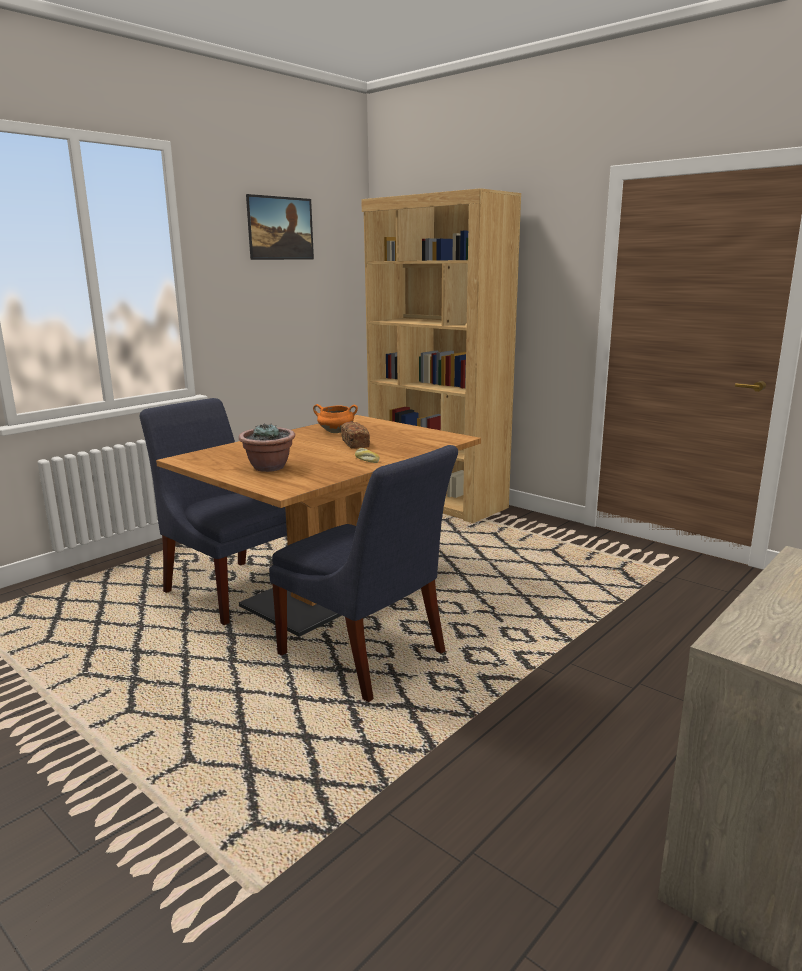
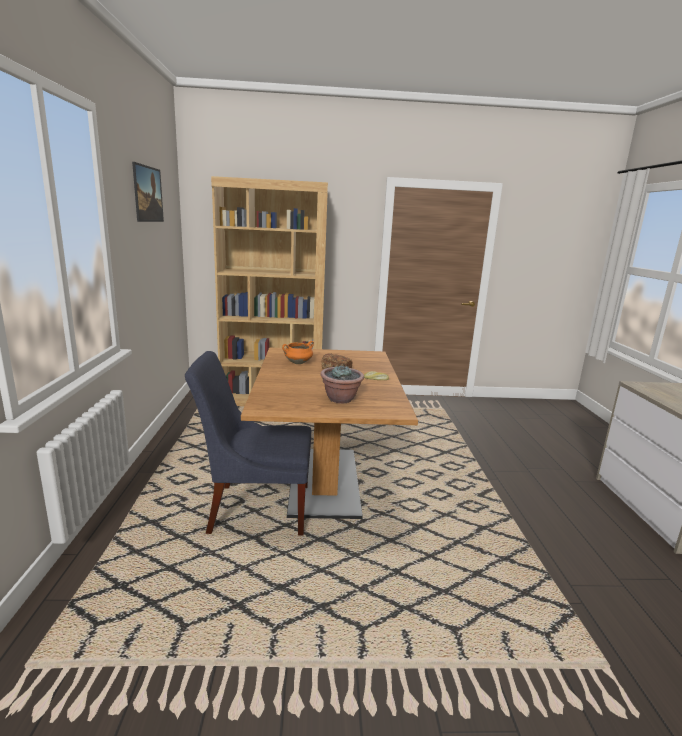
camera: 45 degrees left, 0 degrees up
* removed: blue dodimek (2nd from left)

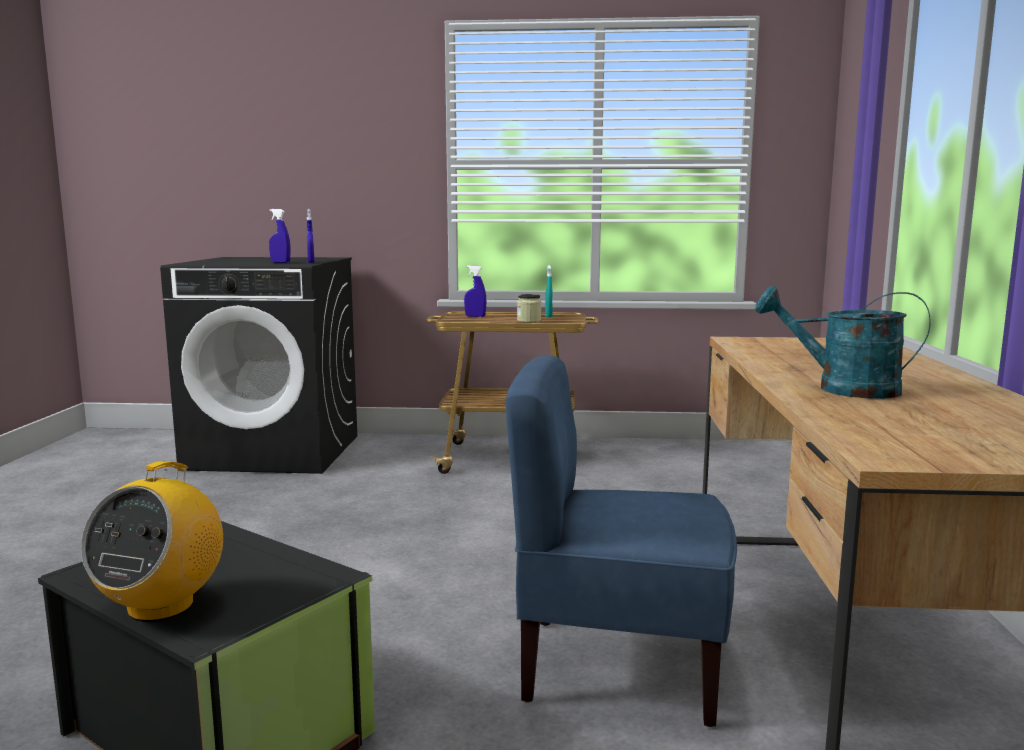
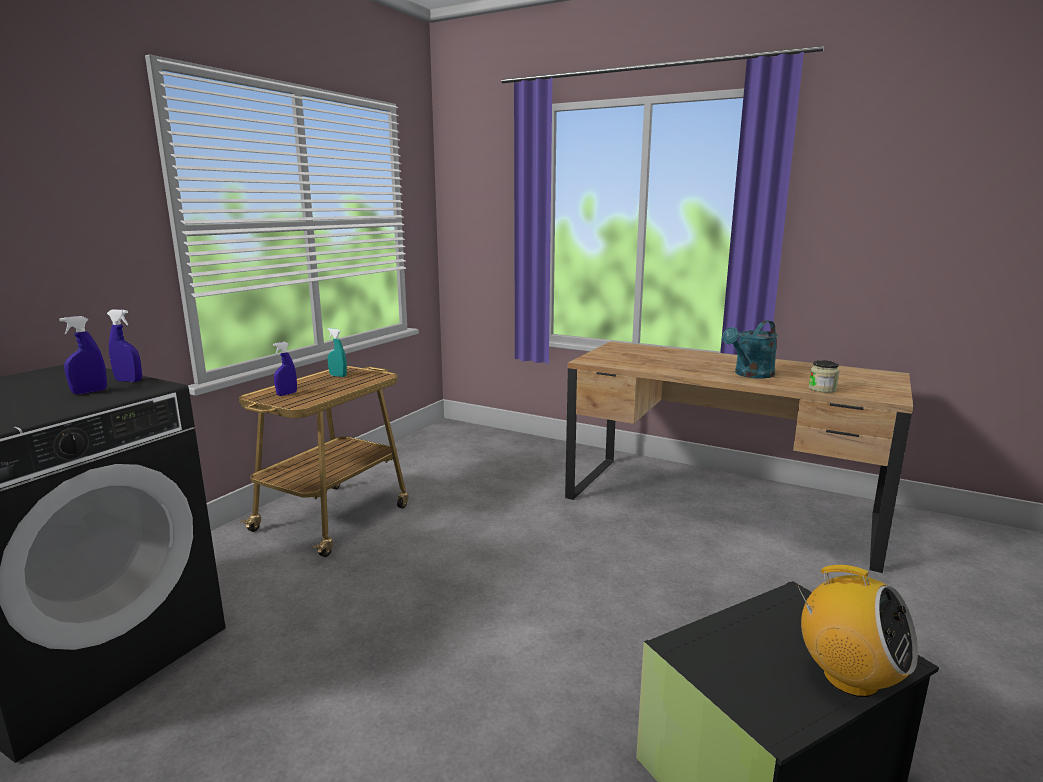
camera: 65 degrees left, 5 degrees up
* moved: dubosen
* removed: blue dodimek

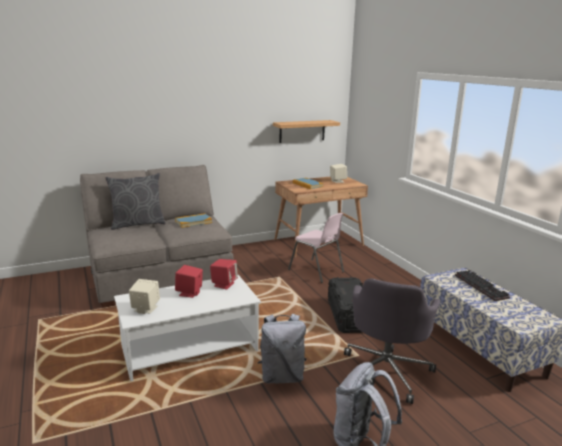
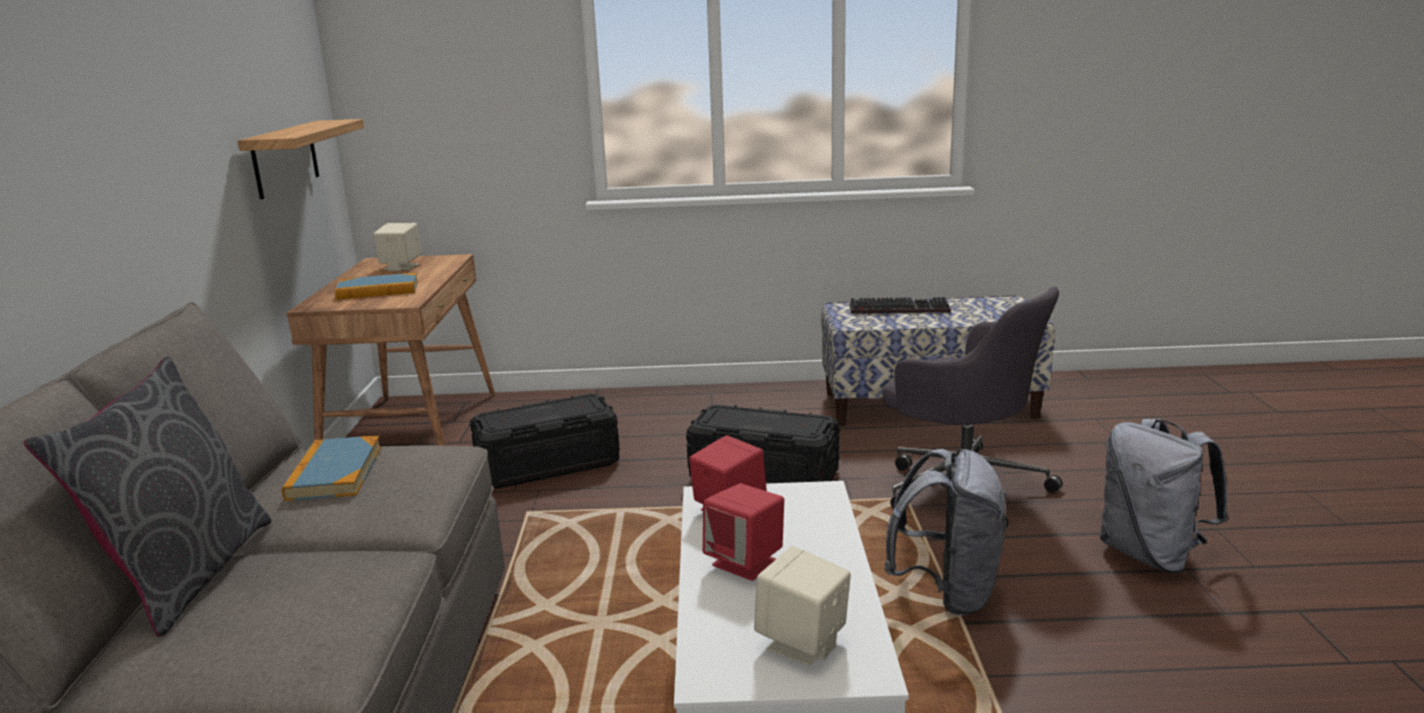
camera: 65 degrees left, 0 degrees up
* replaced: pink dodimek to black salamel (1st from left)

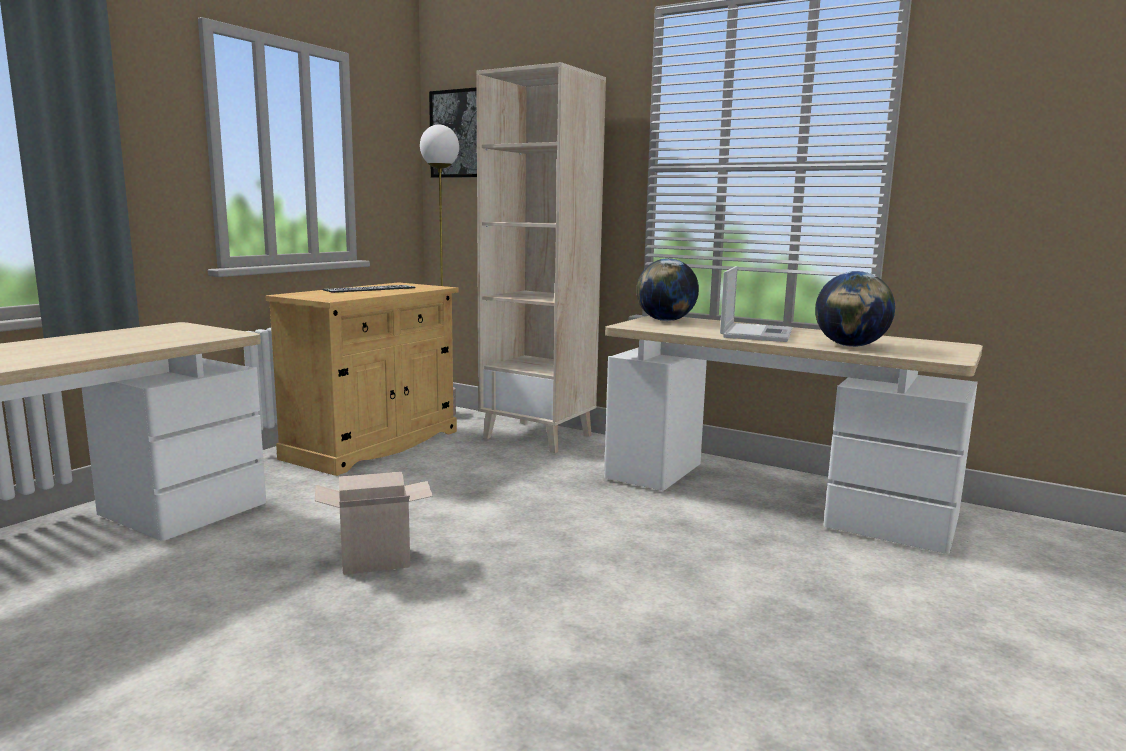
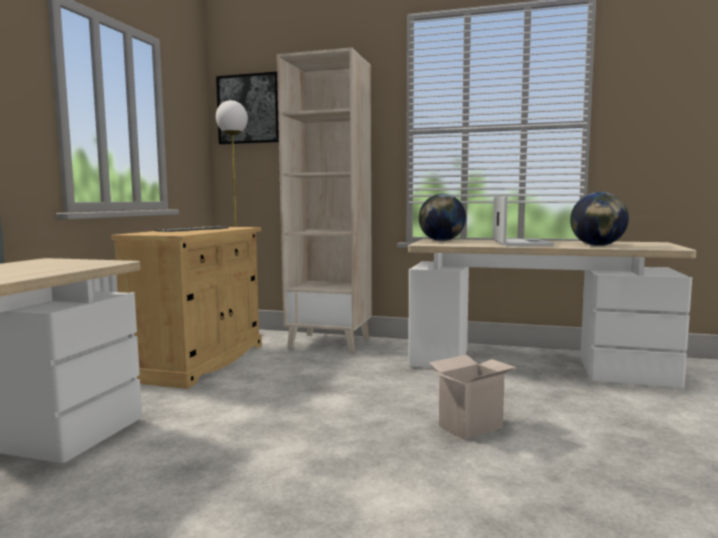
camera: 15 degrees left, 5 degrees down
* moved: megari

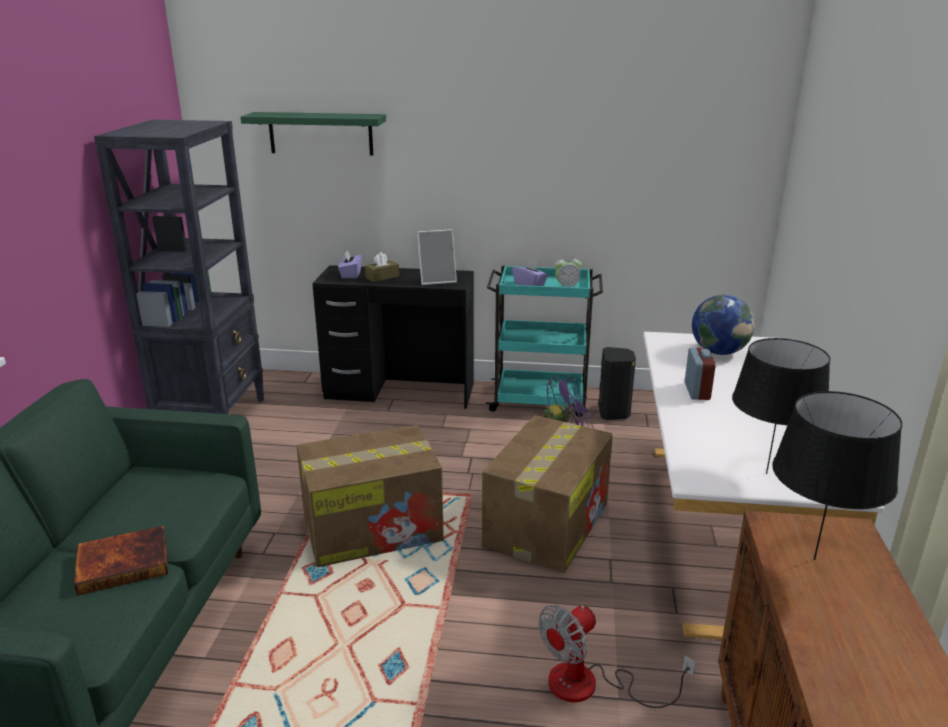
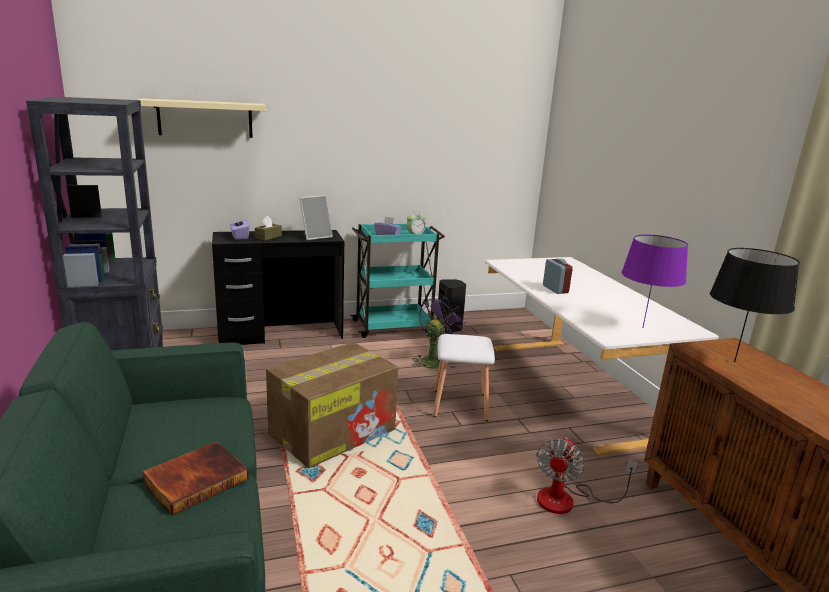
camera: 25 degrees left, 5 degrees down
* recoloured: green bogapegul to beige bogapegul
* replaced: megari (2nd from left) to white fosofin
* recoloured: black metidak (1st from left) to purple metidak
* removed: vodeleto

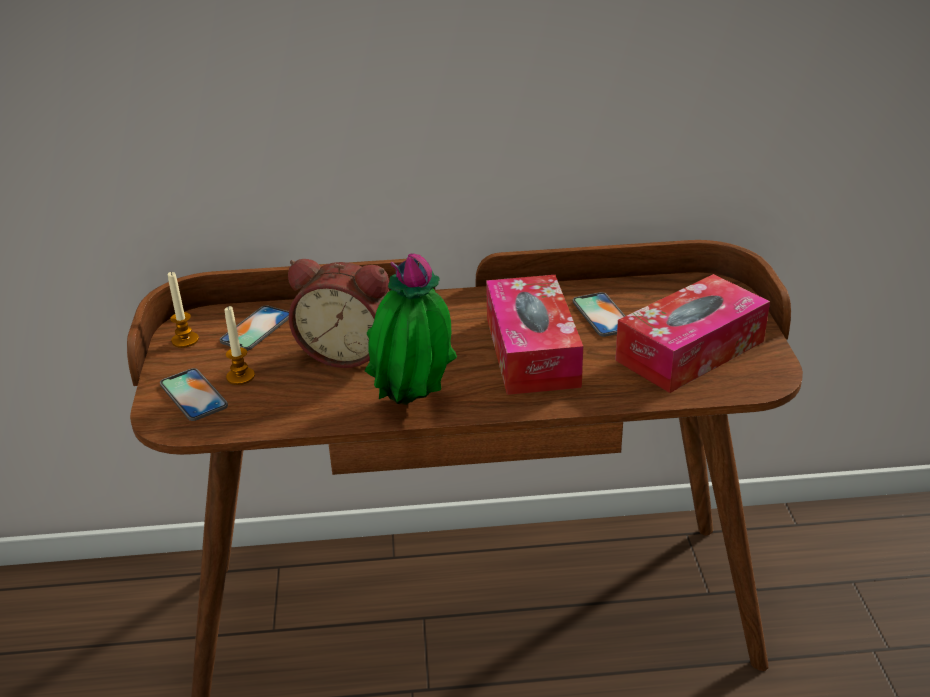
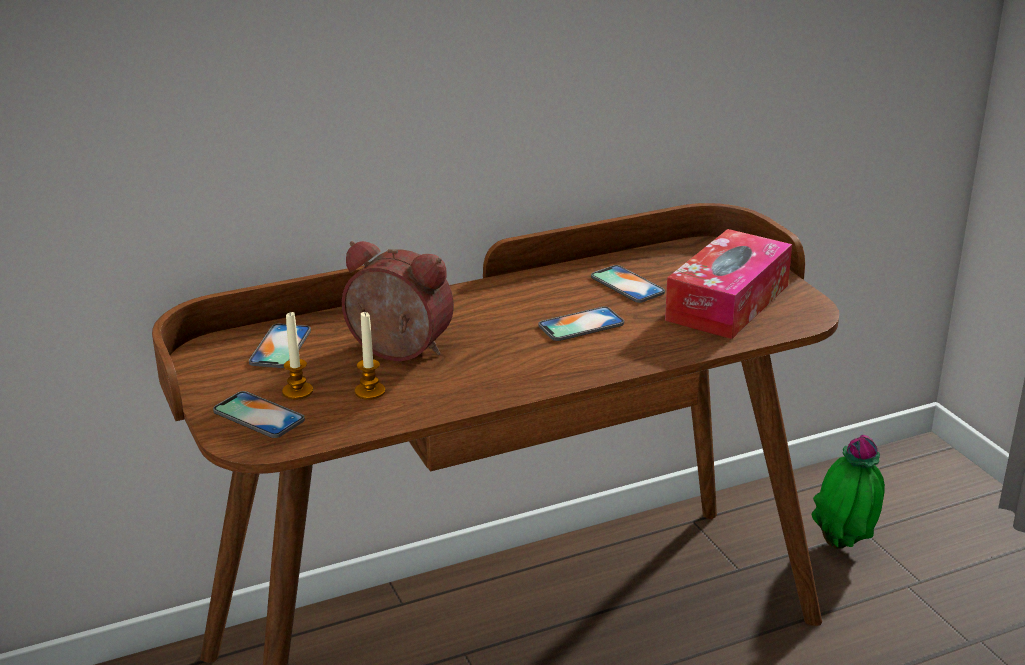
camera: 20 degrees left, 5 degrees down
* turned: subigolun 150 degrees counterclockwise
* moved: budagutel (1st from left in the first image) to budagutel (2nd from left)
* replaced: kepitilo (1st from left) to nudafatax (3rd from left)
* moved: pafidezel

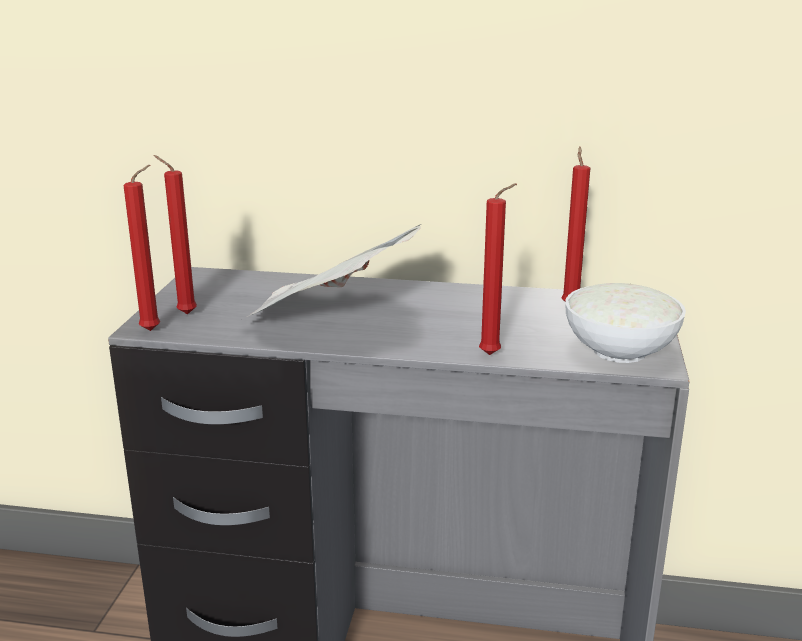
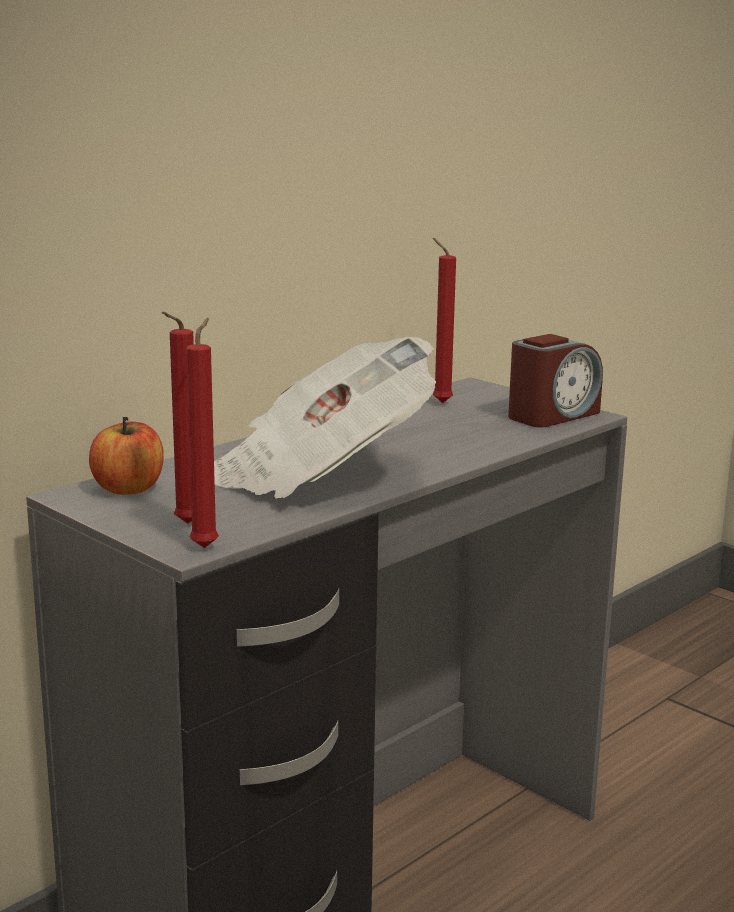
camera: 55 degrees left, 5 degrees down
* added: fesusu
* replaced: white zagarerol to subigolun
* removed: red budagutel (3rd from left)

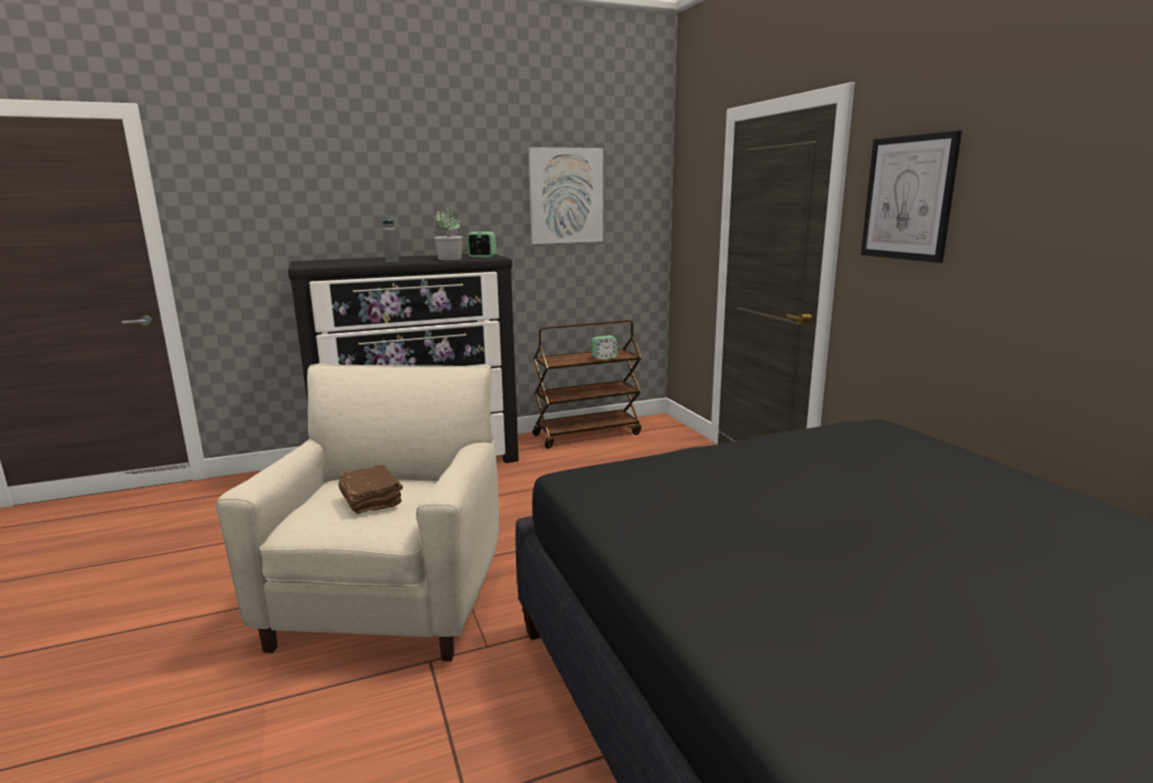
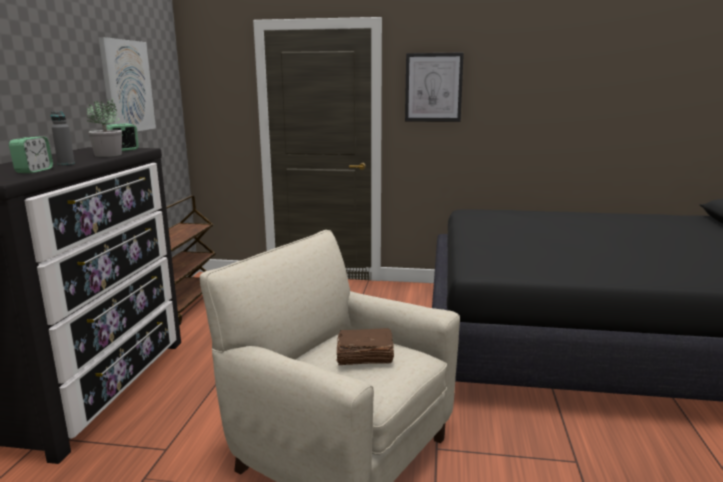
camera: 60 degrees left, 0 degrees up
* moved: subigolun (2nd from left in the first image) to subigolun (1st from left)

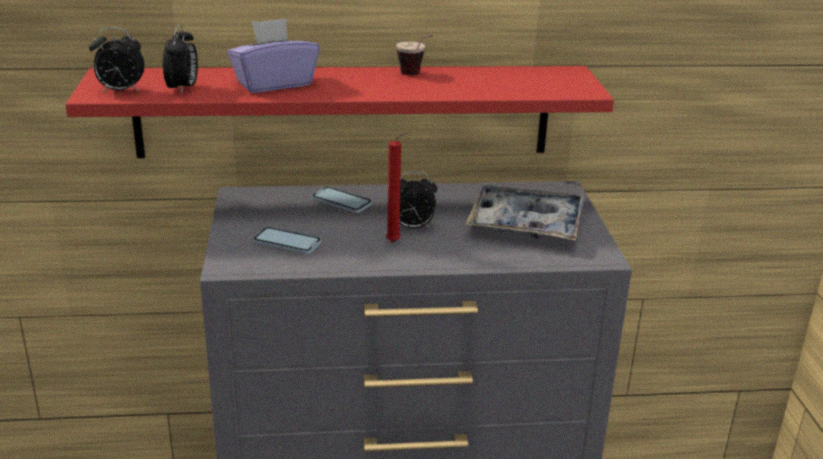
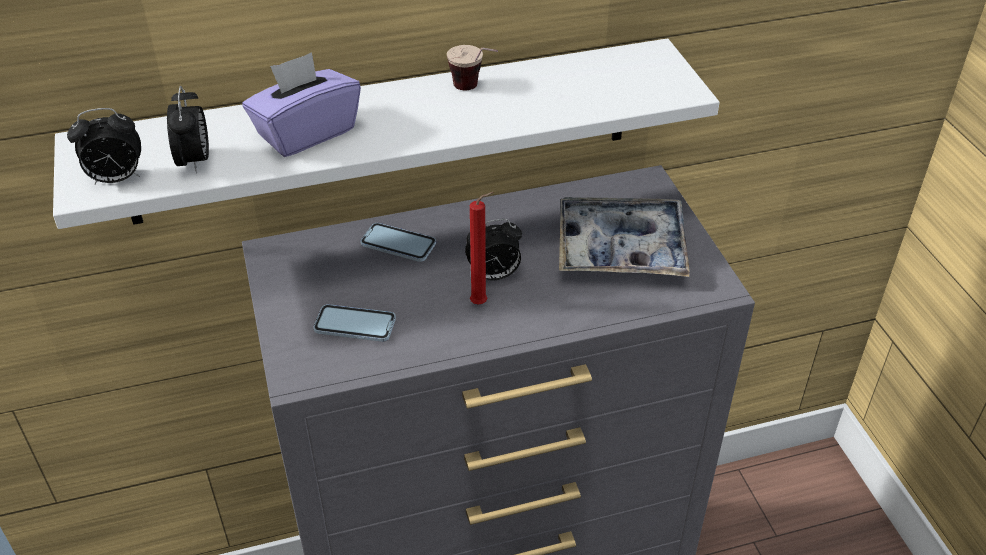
camera: 10 degrees left, 15 degrees up
* recoloured: red bogapegul to white bogapegul

